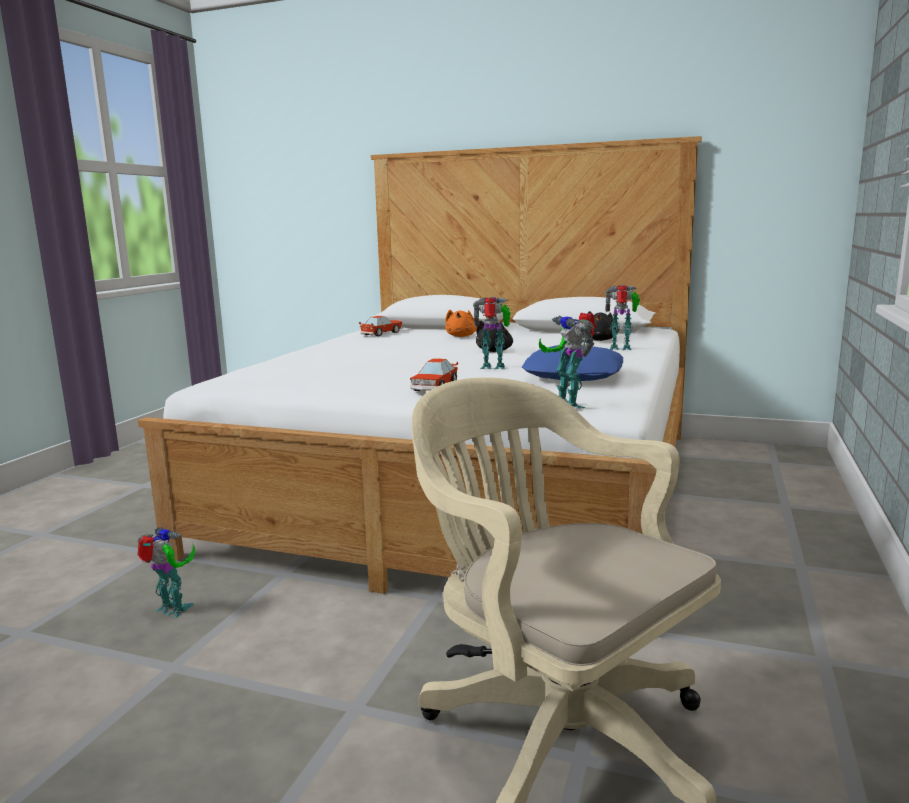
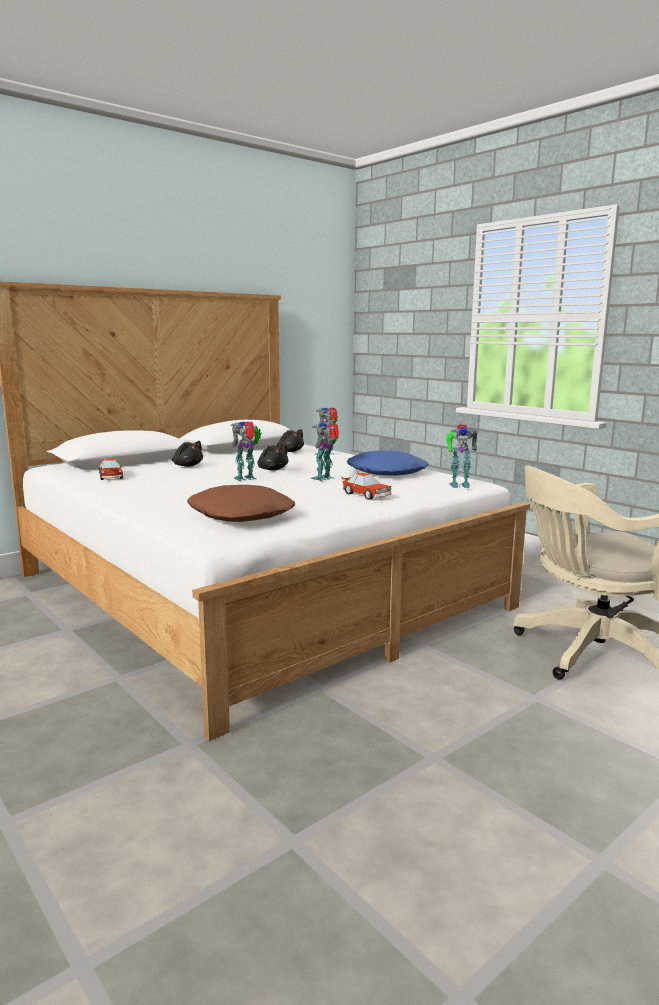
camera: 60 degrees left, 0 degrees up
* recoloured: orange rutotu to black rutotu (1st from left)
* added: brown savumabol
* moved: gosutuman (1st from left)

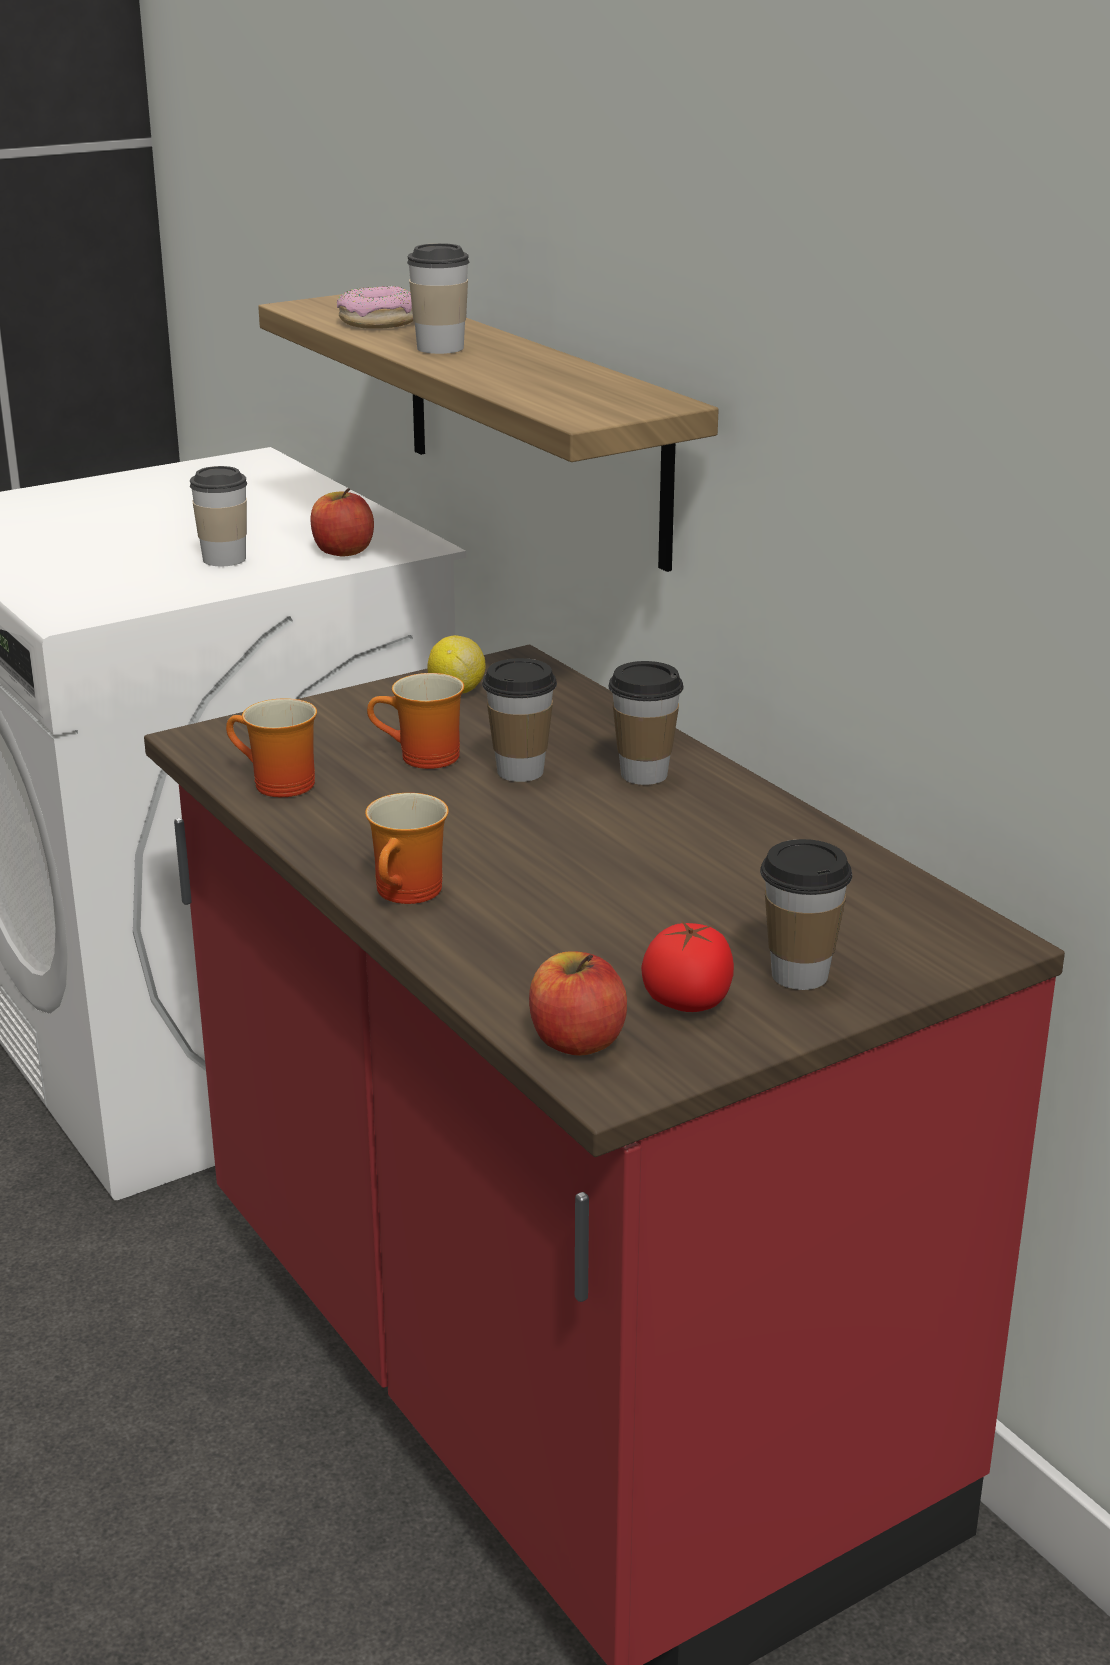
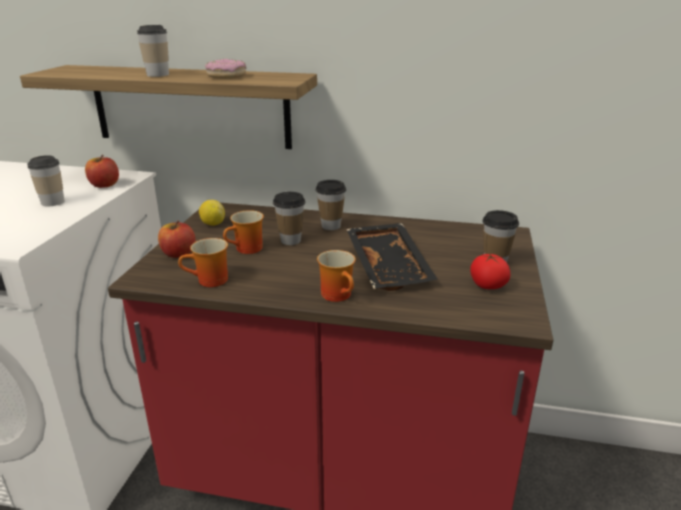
camera: 45 degrees left, 0 degrees up
* moved: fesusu (2nd from left)
* moved: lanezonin
* added: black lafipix

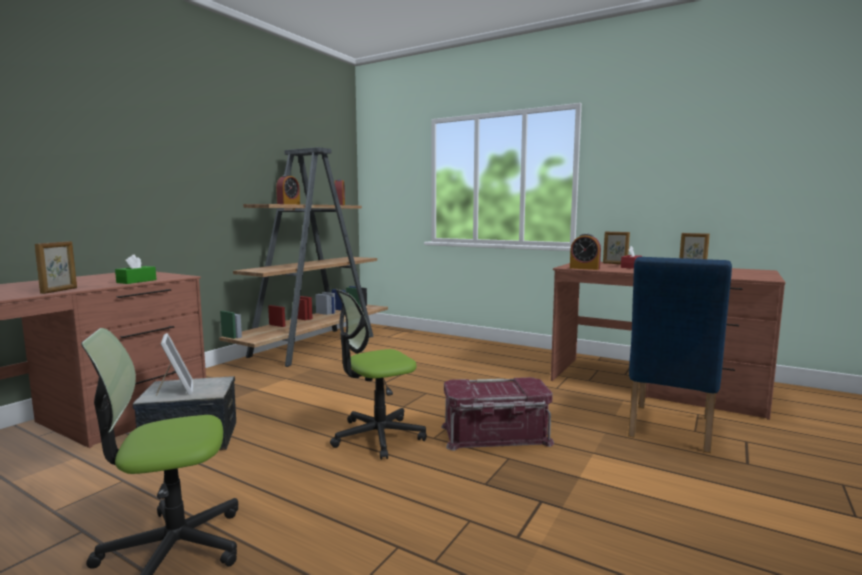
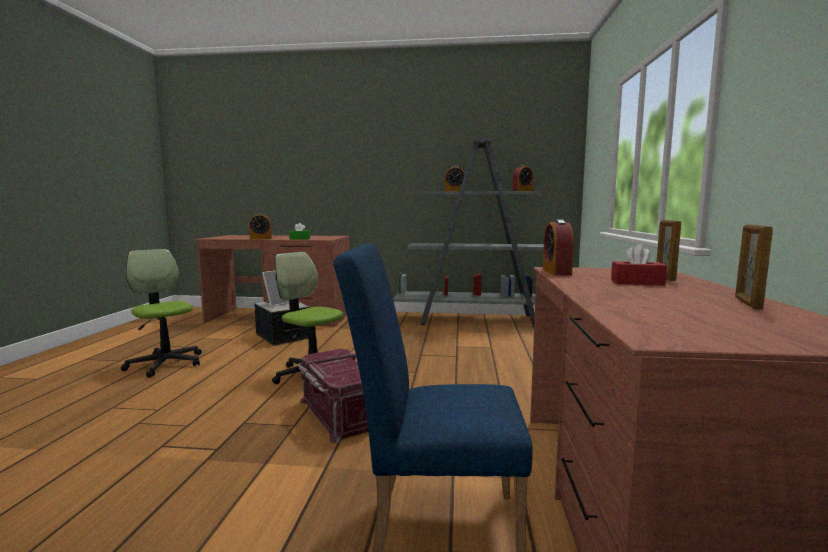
camera: 65 degrees right, 0 degrees up
* replaced: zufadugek (1st from left) to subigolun (1st from left)
* recoloured: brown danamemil to grey danamemil

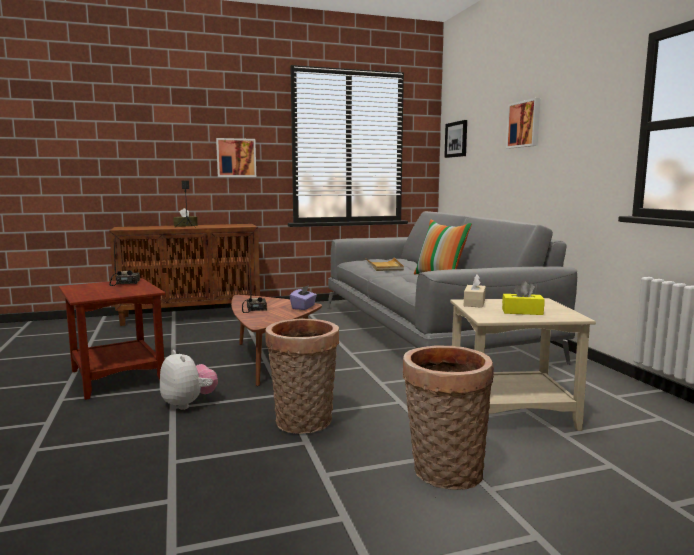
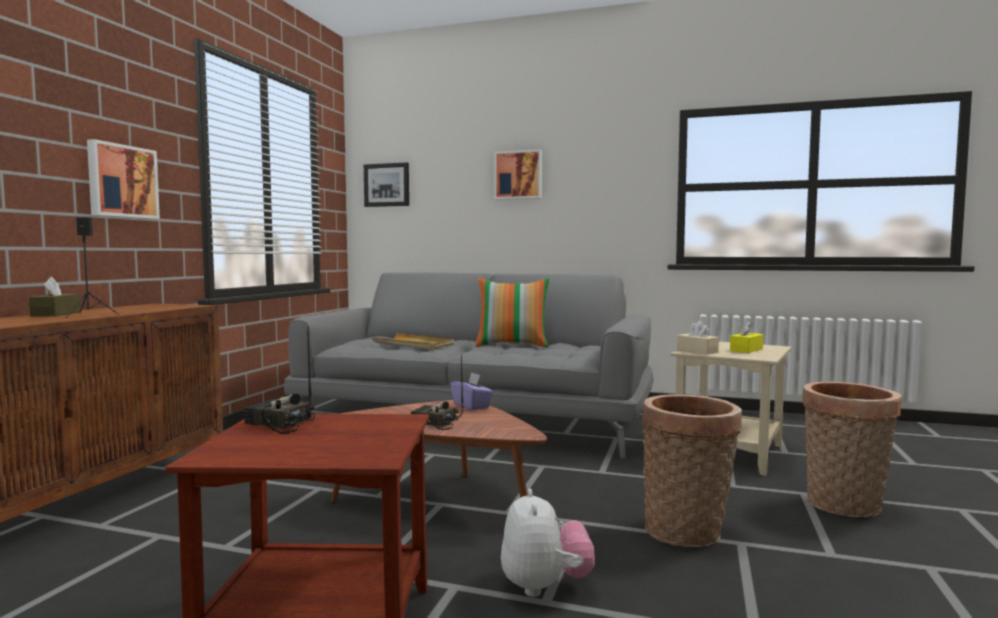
camera: 55 degrees left, 5 degrees down
* turned: rutotu 90 degrees clockwise

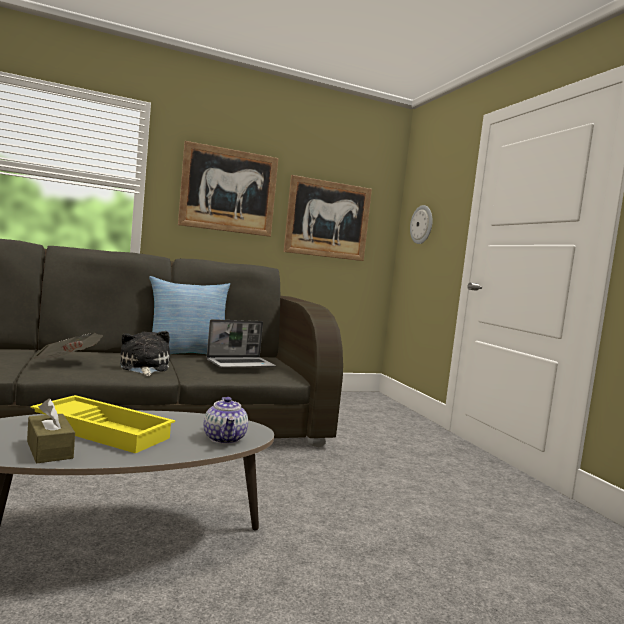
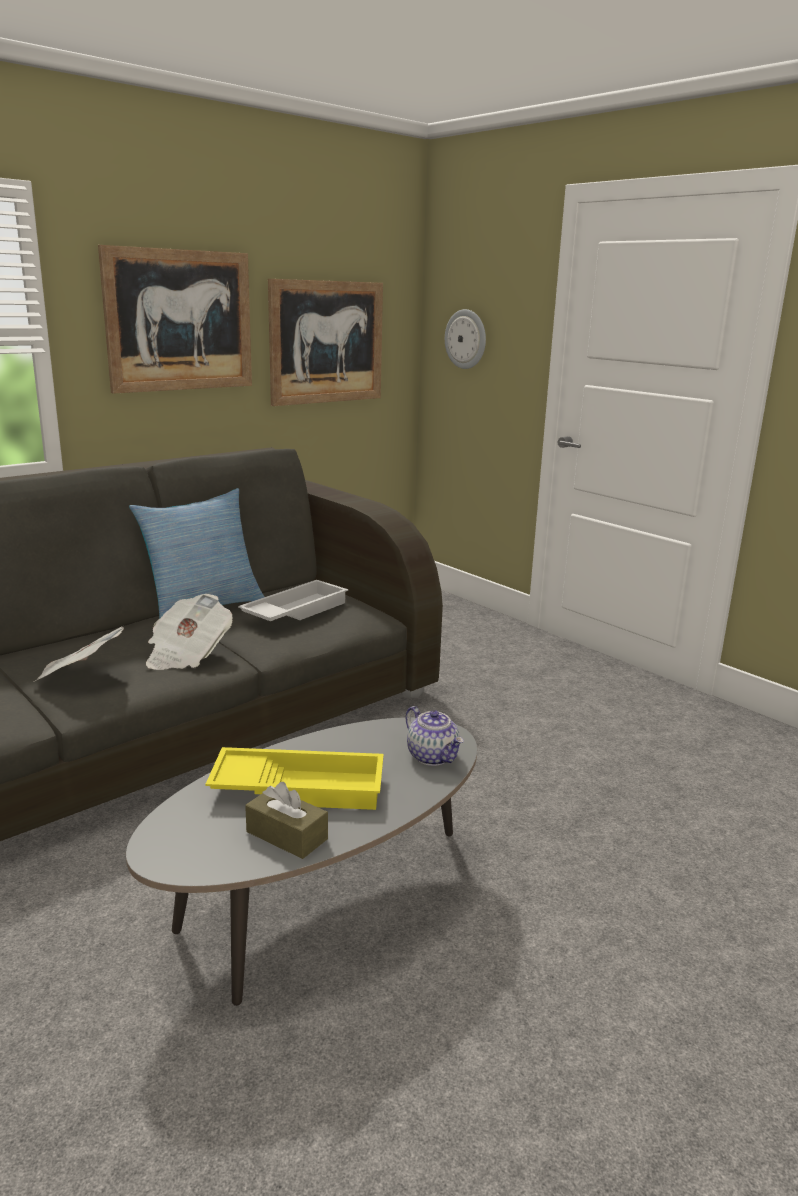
camera: 20 degrees left, 15 degrees up
* replaced: rutotu to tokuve (2nd from left)
* replaced: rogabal to white lafipix

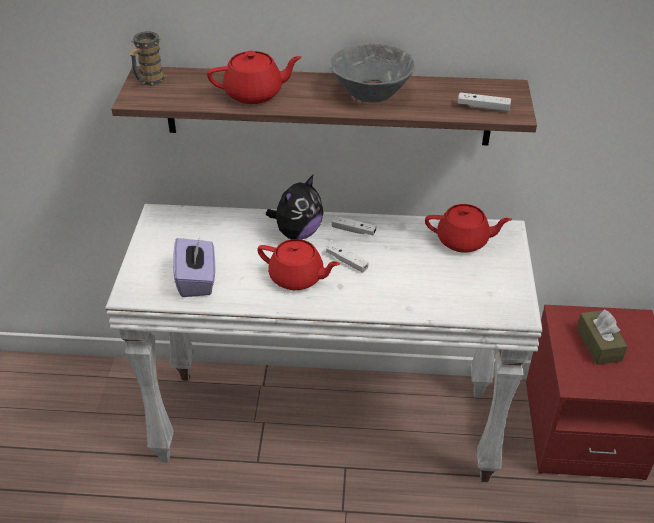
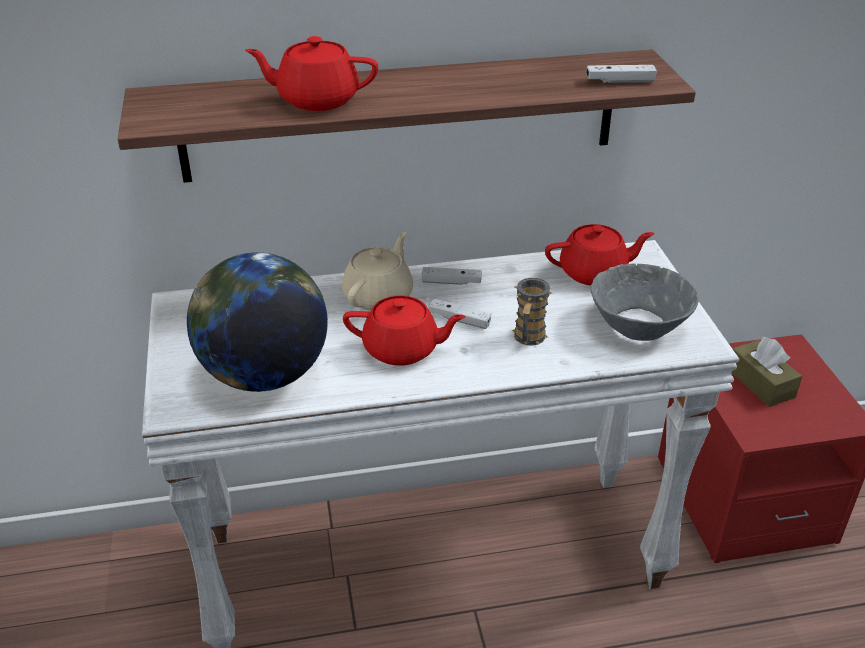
camera: 15 degrees left, 5 degrees down
* replaced: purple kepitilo to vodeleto
* turned: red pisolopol (1st from left) 150 degrees counterclockwise
* replaced: rutotu to beige pisolopol
* moved: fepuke
* moved: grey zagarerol

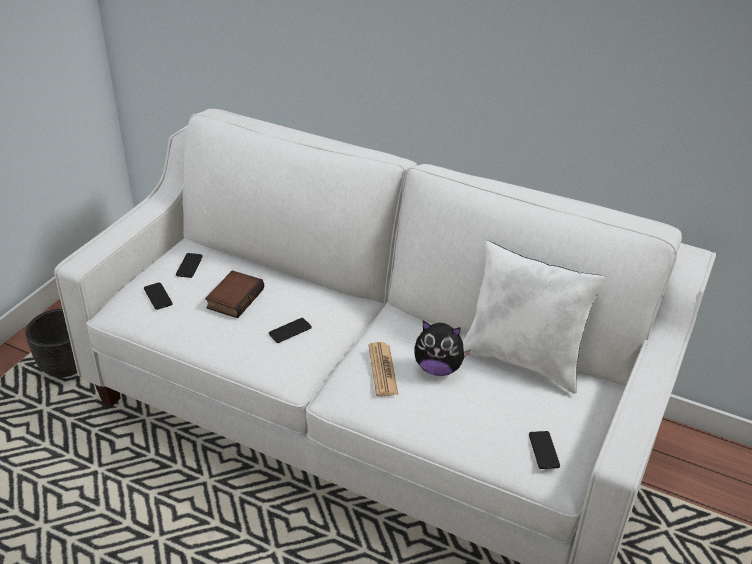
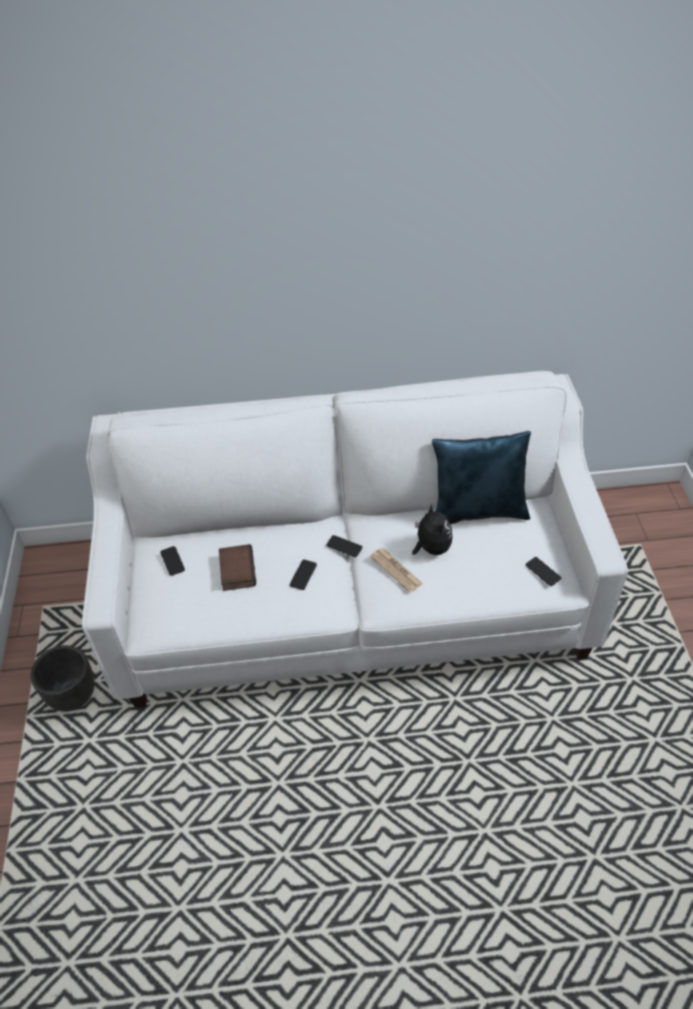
camera: 30 degrees left, 10 degrees up
* moved: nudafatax (1st from left in the first image) to nudafatax (3rd from left)
* turned: rutotu 90 degrees counterclockwise
* recoloured: white savumabol to blue savumabol

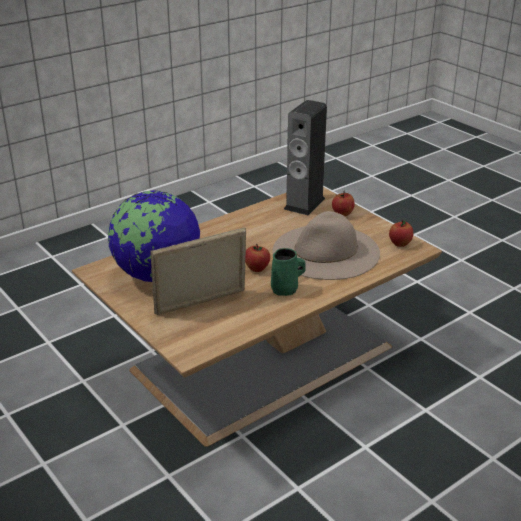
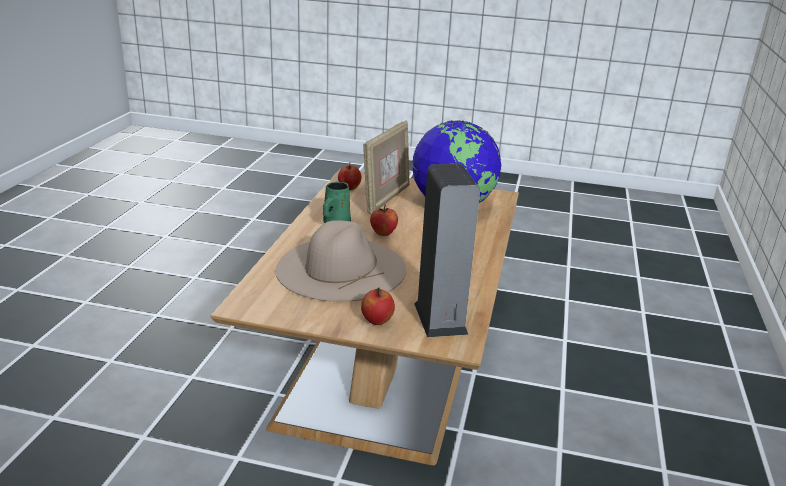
camera: 140 degrees right, 5 degrees down
* moved: fesusu (3rd from left in the first image) to fesusu (1st from left)

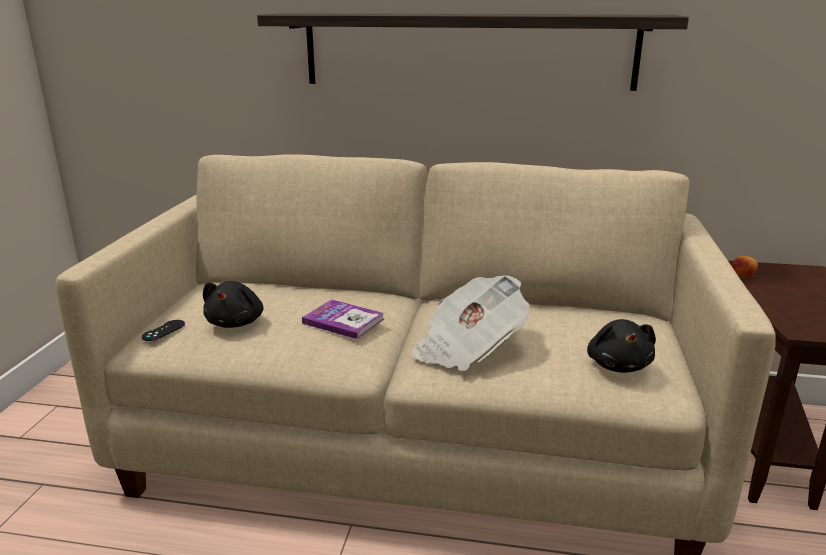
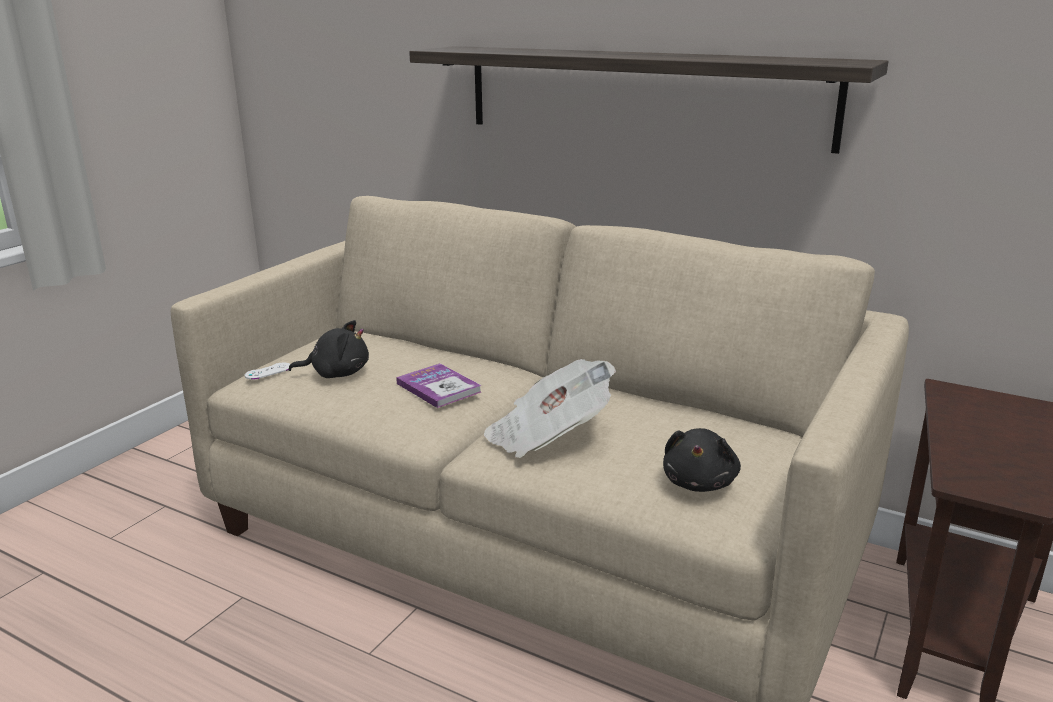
camera: 20 degrees right, 0 degrees up
* recoloured: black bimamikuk to white bimamikuk
* turned: black rutotu (1st from left) 120 degrees counterclockwise
* removed: fesusu

